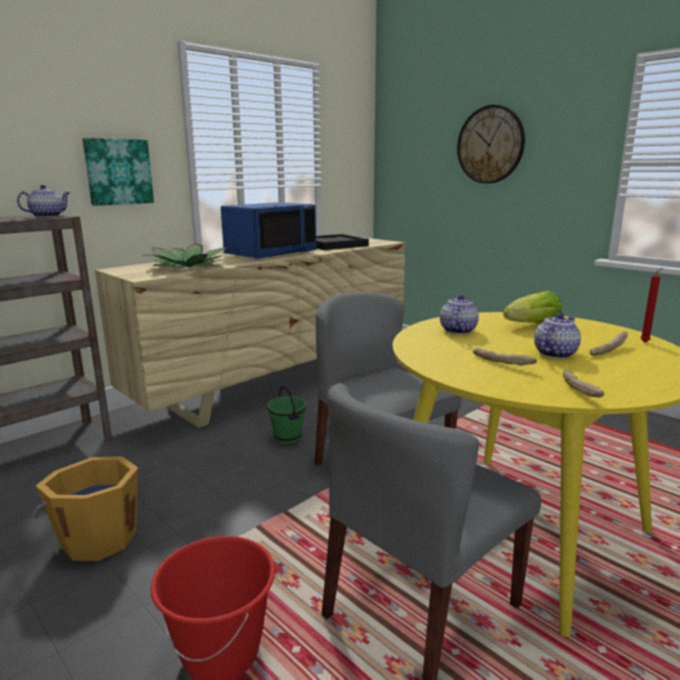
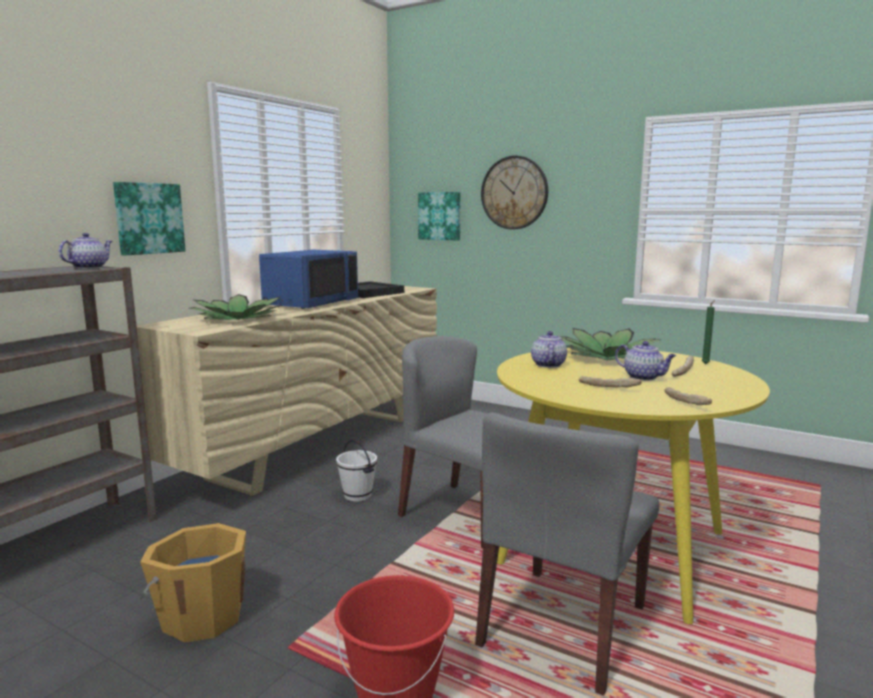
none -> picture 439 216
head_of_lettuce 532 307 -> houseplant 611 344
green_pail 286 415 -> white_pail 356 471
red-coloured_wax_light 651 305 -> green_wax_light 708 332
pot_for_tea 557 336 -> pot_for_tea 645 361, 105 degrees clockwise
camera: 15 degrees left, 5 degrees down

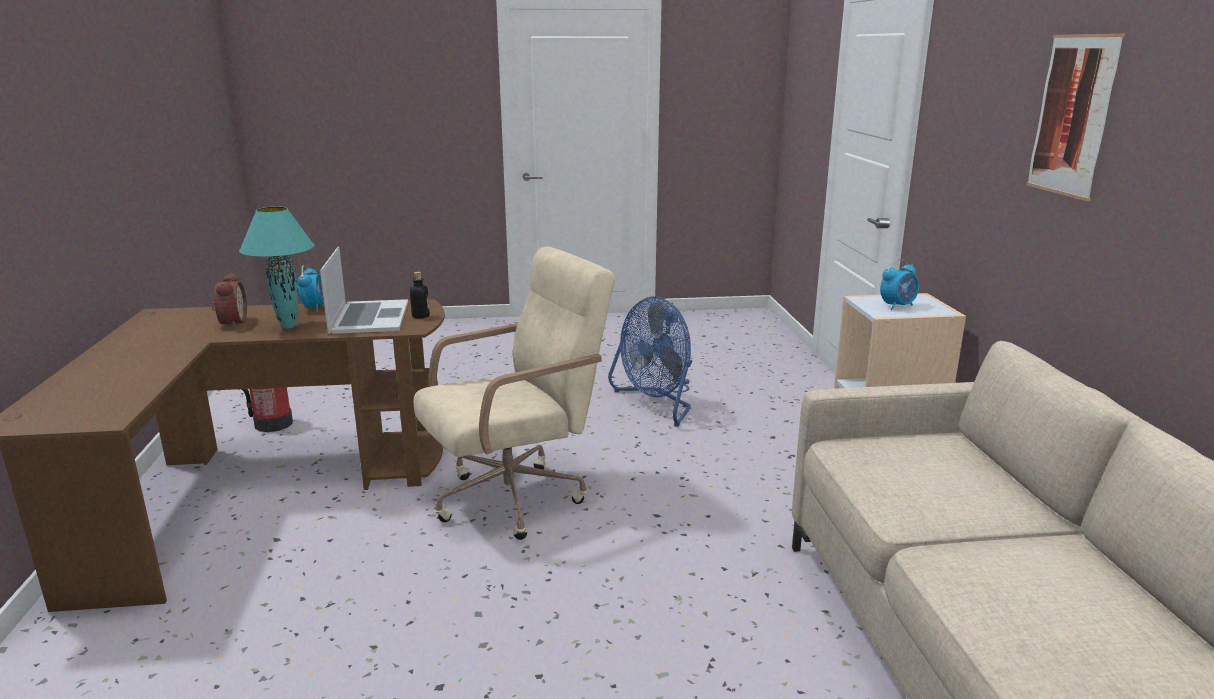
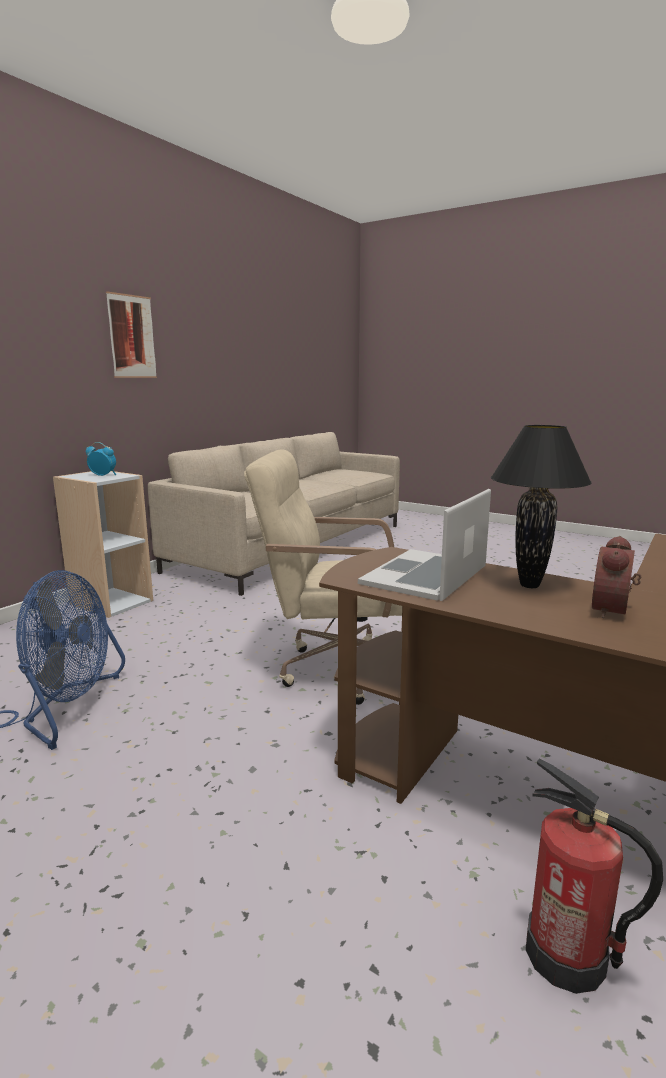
table_clock 310 288 -> none
beverage_bottle 420 295 -> none
turquoise_lamp_for_a_table 276 267 -> black_lamp_for_a_table 541 506
camera: 140 degrees left, 5 degrees down

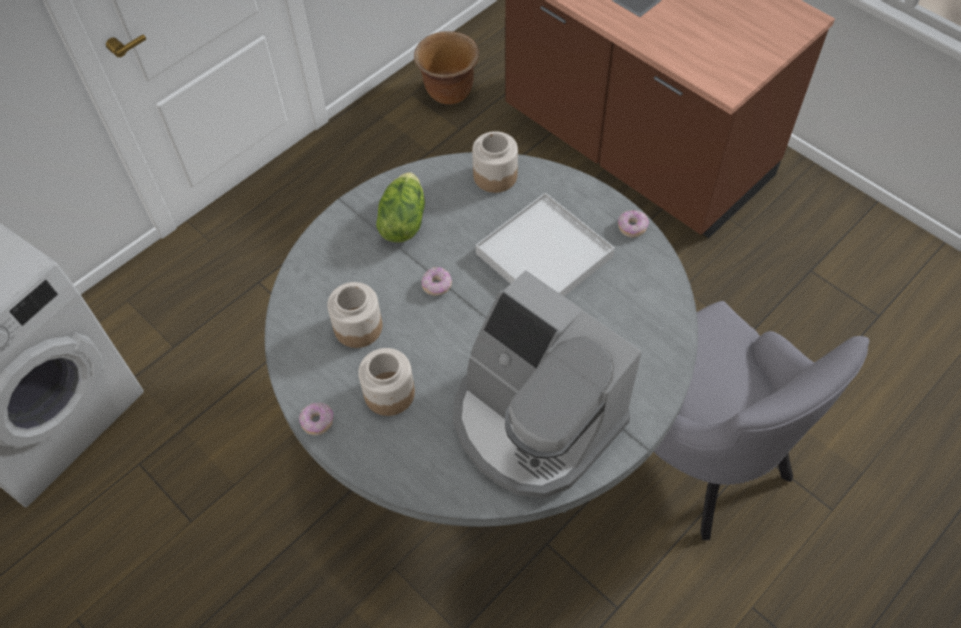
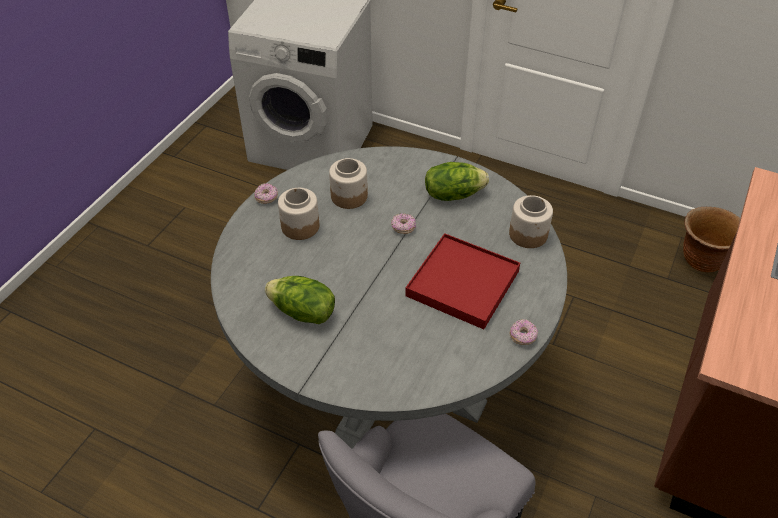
coffee_maker 547 384 -> head_of_lettuce 300 300
white_serving_tray 545 244 -> red-coloured_serving_tray 462 281
camera: 70 degrees right, 10 degrees down

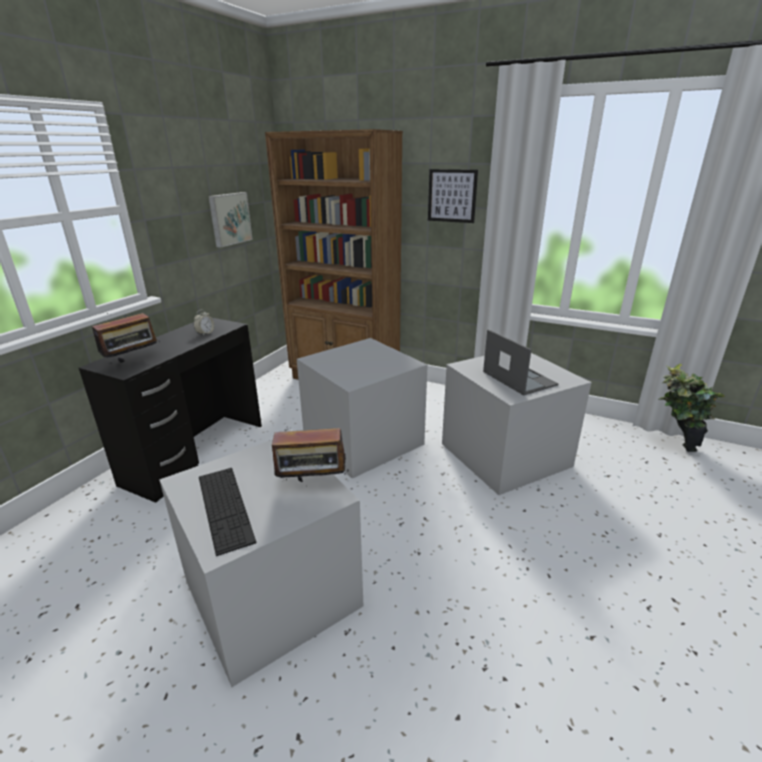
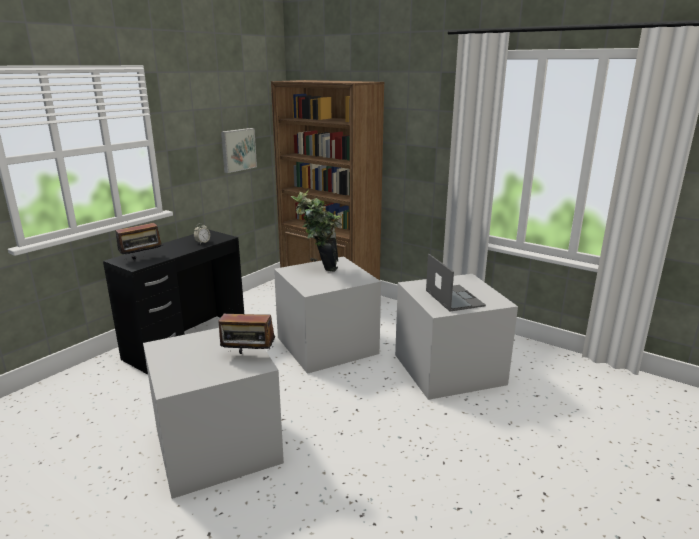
PC_keyboard 227 512 -> none
picture 453 196 -> none
houseplant 691 408 -> houseplant 317 231, relocated
camera: 10 degrees right, 5 degrees down

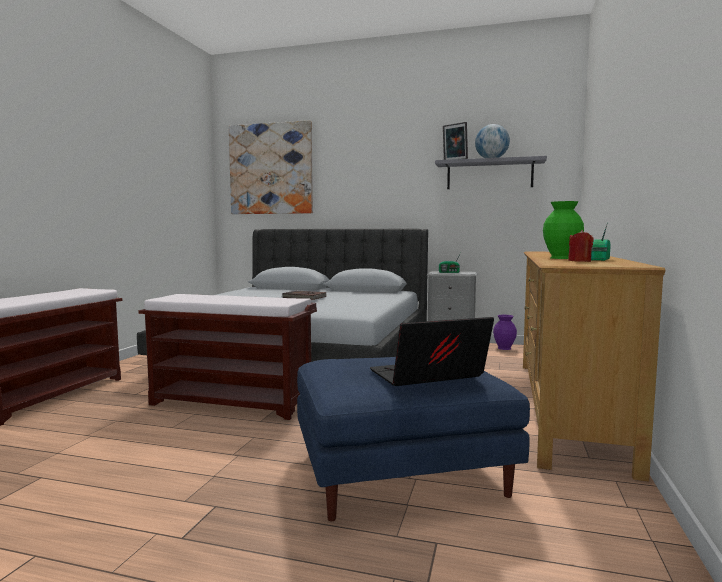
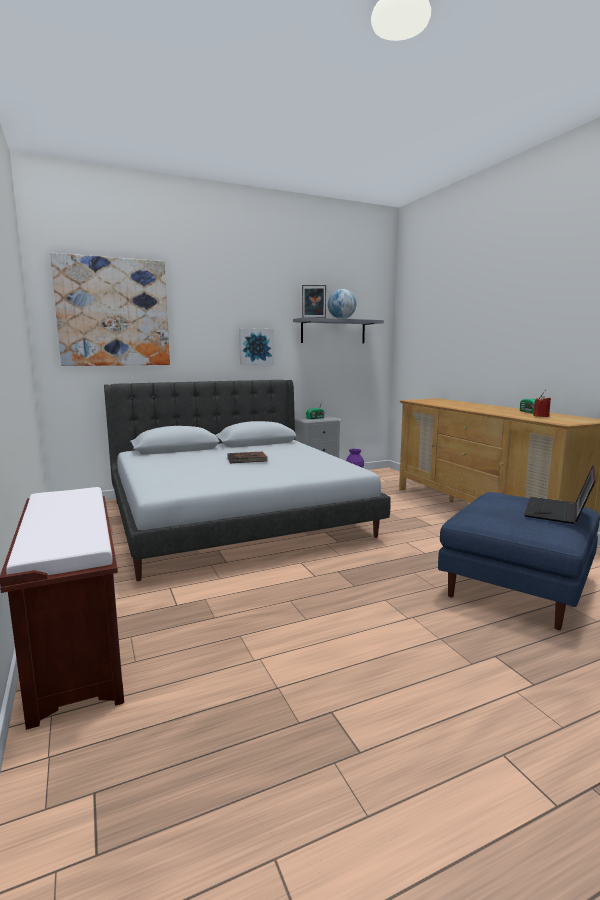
brownish_long_seat 227 357 -> none
green_decorative_vase 563 230 -> none
none -> picture 256 346
camera: 40 degrees left, 5 degrees up

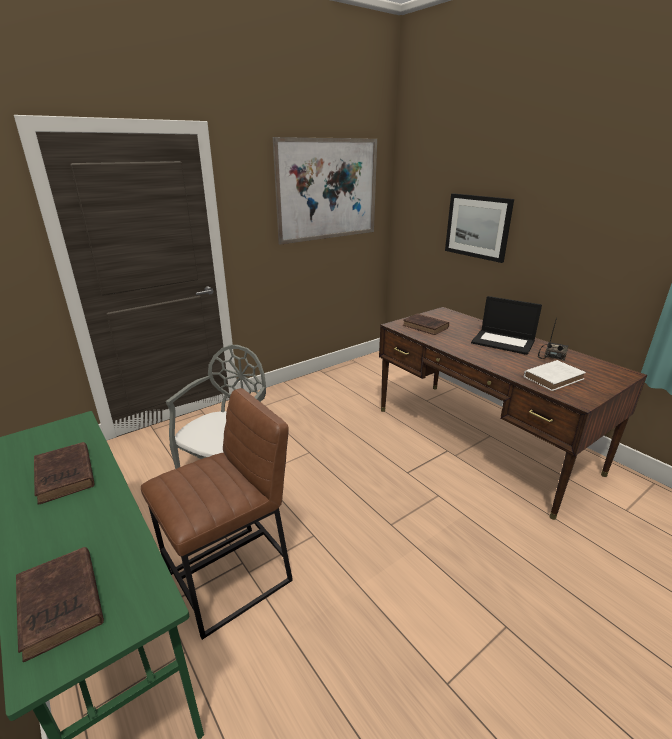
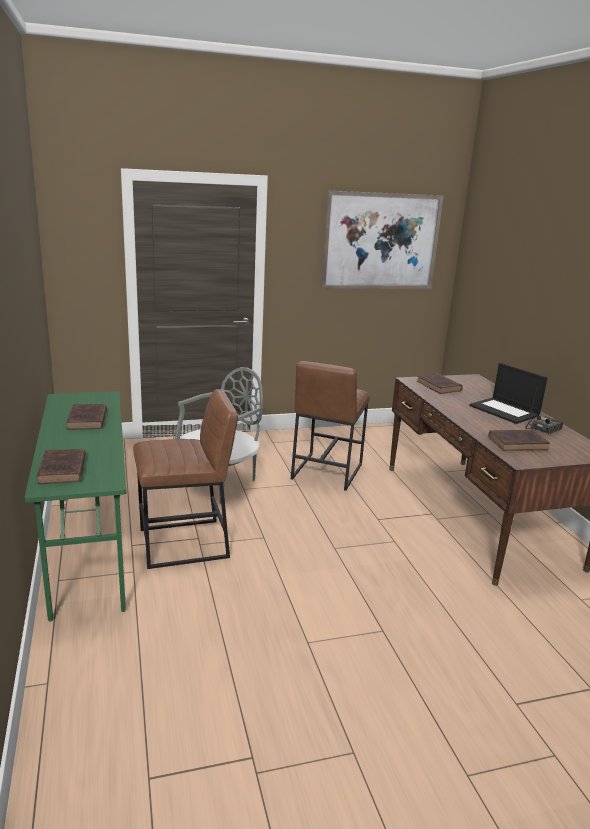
picture 479 228 -> none
none -> brownish_plain_chair 330 426
white_volume 555 375 -> brownish_volume 519 440
camera: 20 degrees right, 5 degrees down

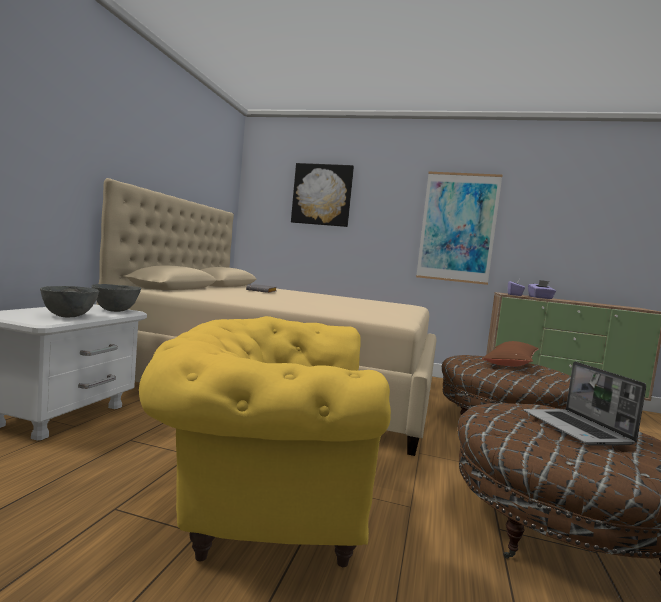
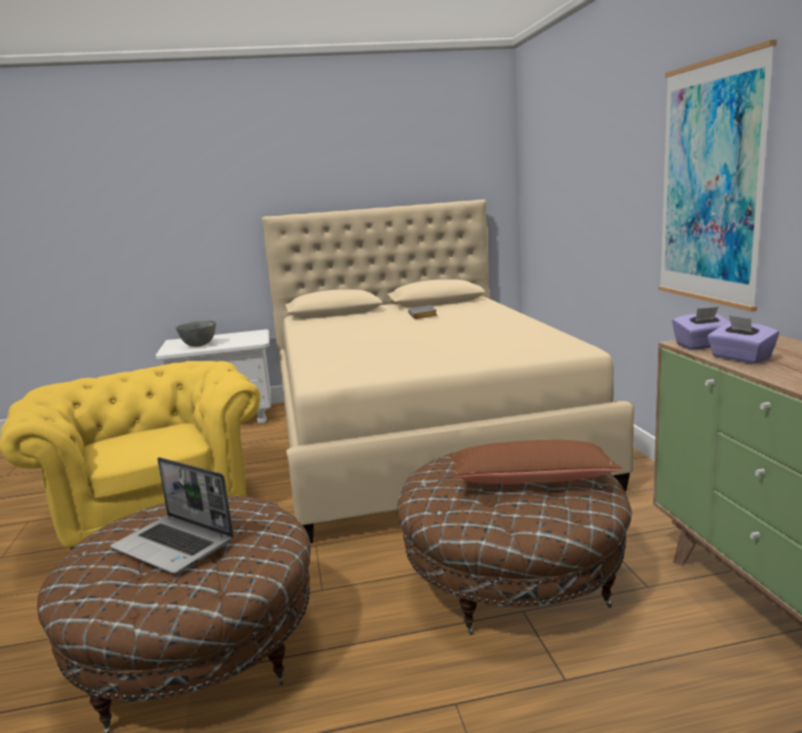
grey_bowl 116 298 -> none
picture 322 195 -> none
laptop 585 403 -> laptop 172 515, 105 degrees counterclockwise
camera: 65 degrees right, 10 degrees up

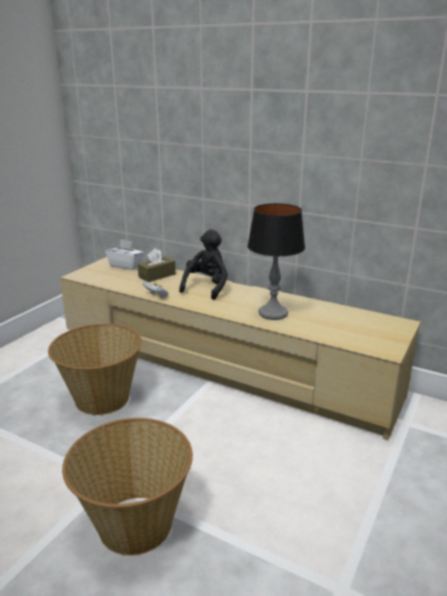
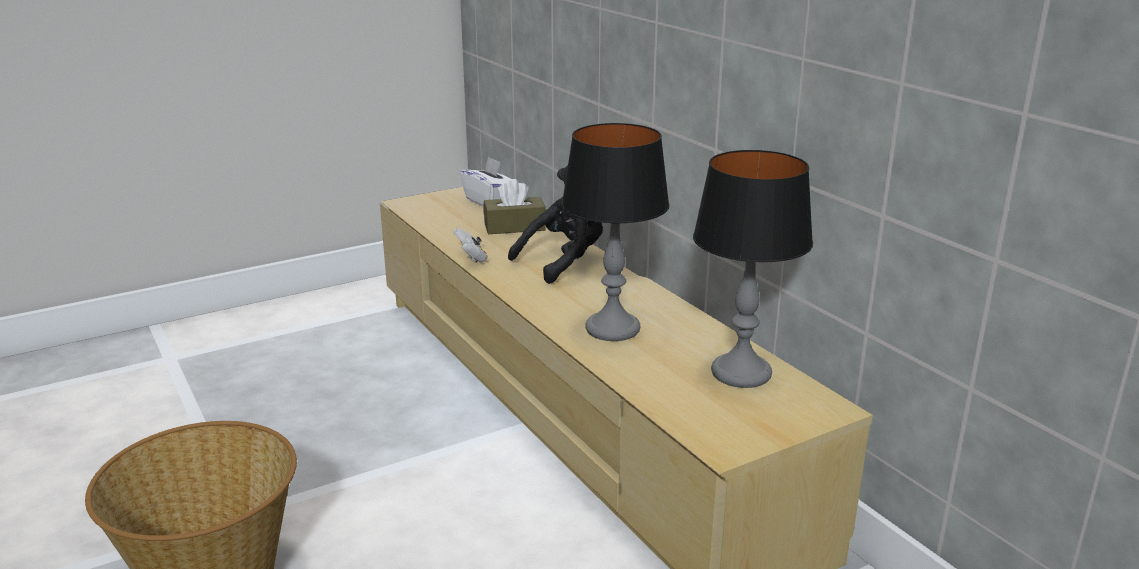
basket 95 369 -> none
none -> lamp_for_a_table 753 269
camera: 30 degrees right, 0 degrees up

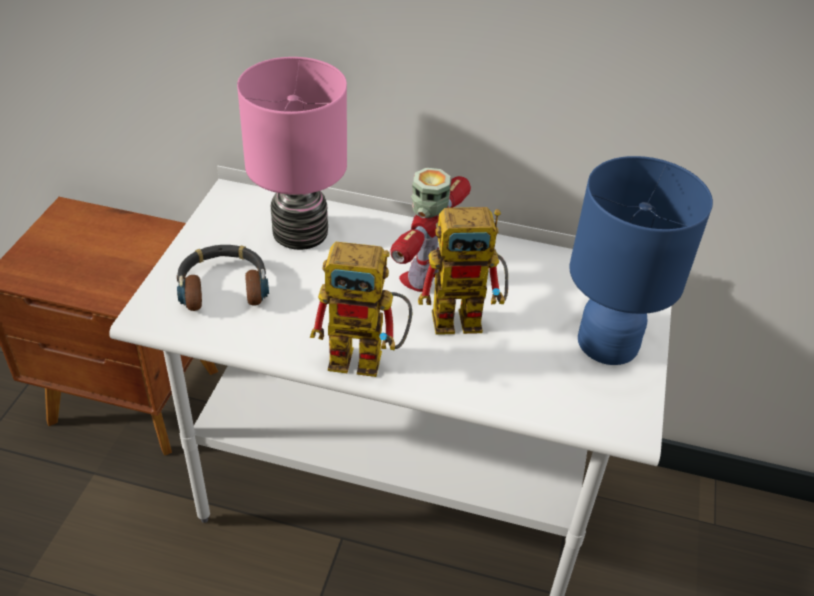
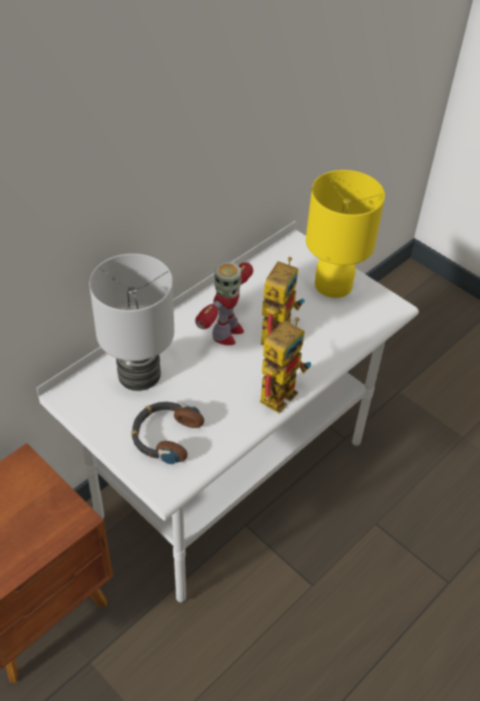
pink_lamp_for_a_table 292 153 -> grey_lamp_for_a_table 131 322
blue-coloured_lamp_for_a_table 641 260 -> yellow_lamp_for_a_table 345 234
robot_figure 430 230 -> robot_figure 224 303, 120 degrees counterclockwise
camera: 60 degrees left, 5 degrees up

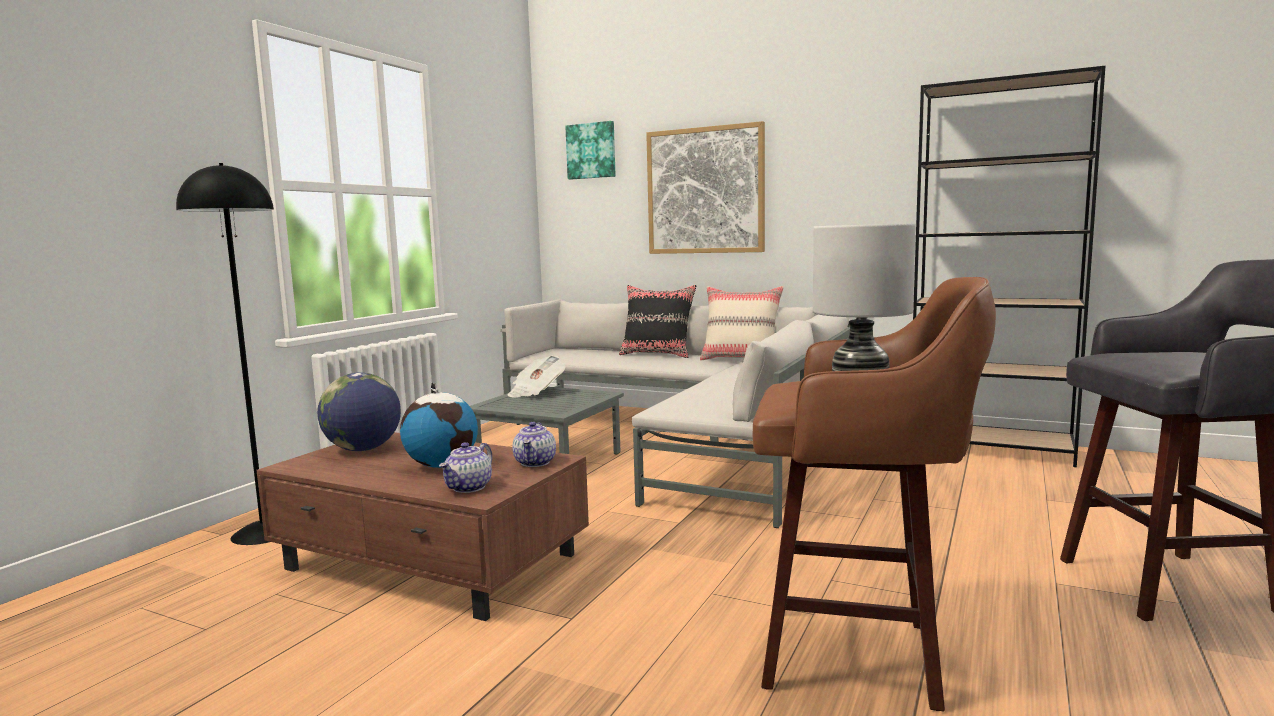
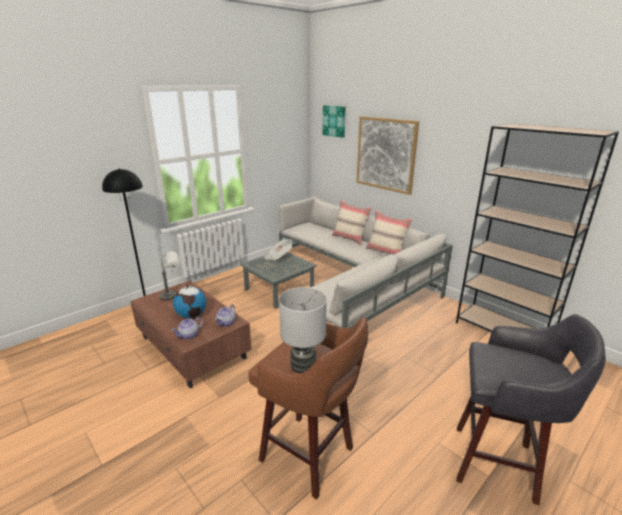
globe 359 411 -> grey_lamp_for_a_table 170 275
black_cushion 657 321 -> beige_cushion 352 222
camera: 20 degrees right, 15 degrees up

